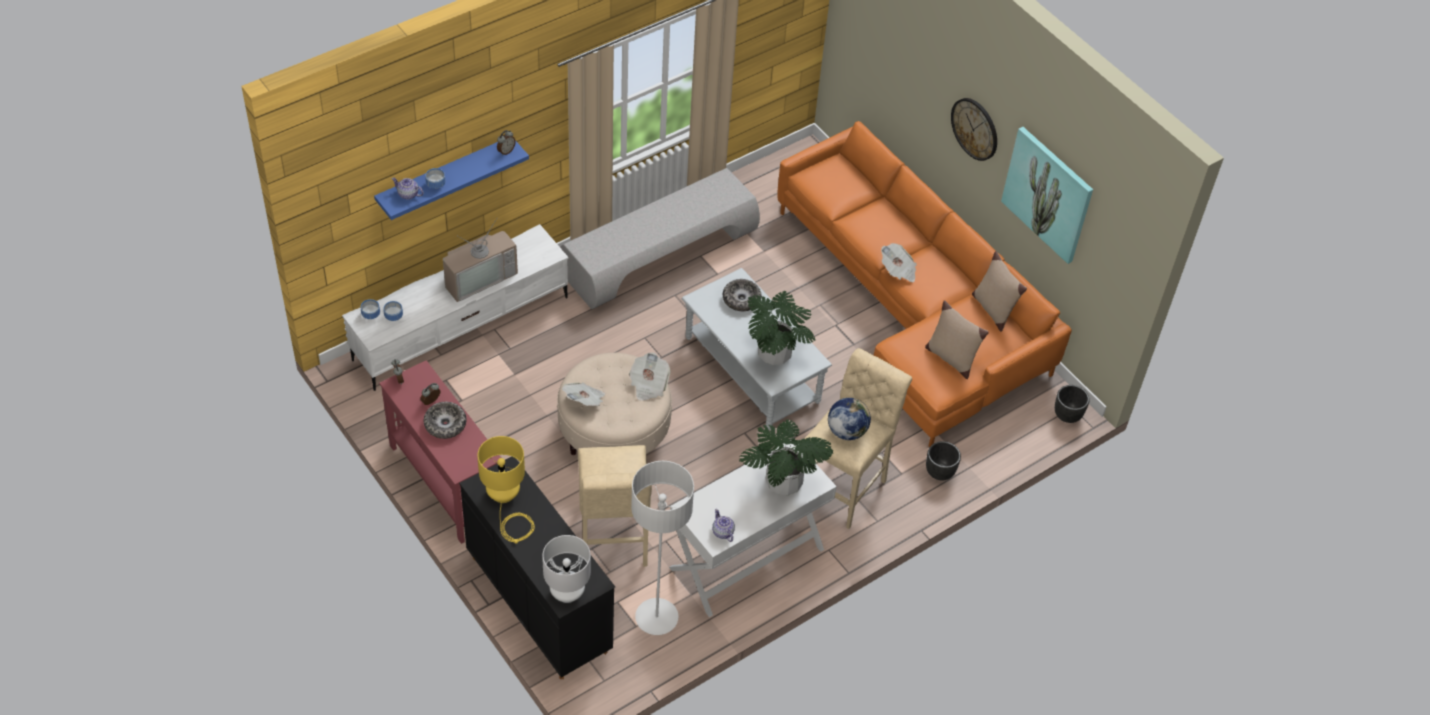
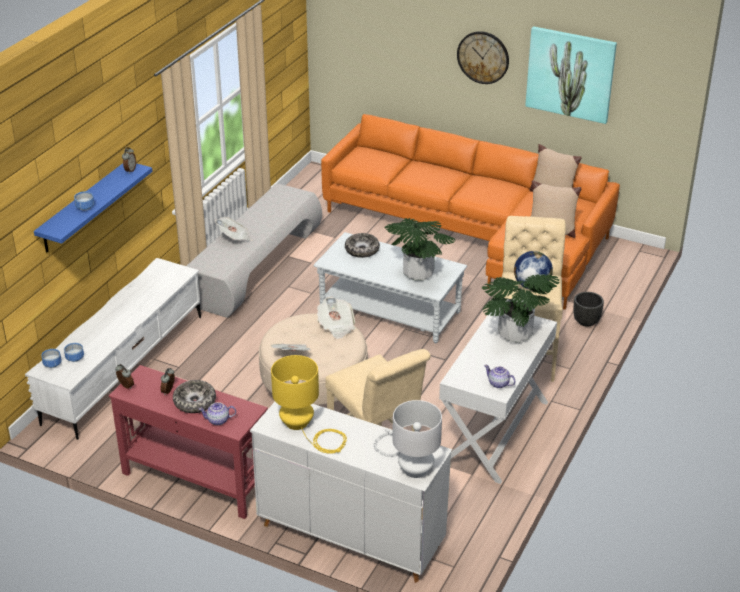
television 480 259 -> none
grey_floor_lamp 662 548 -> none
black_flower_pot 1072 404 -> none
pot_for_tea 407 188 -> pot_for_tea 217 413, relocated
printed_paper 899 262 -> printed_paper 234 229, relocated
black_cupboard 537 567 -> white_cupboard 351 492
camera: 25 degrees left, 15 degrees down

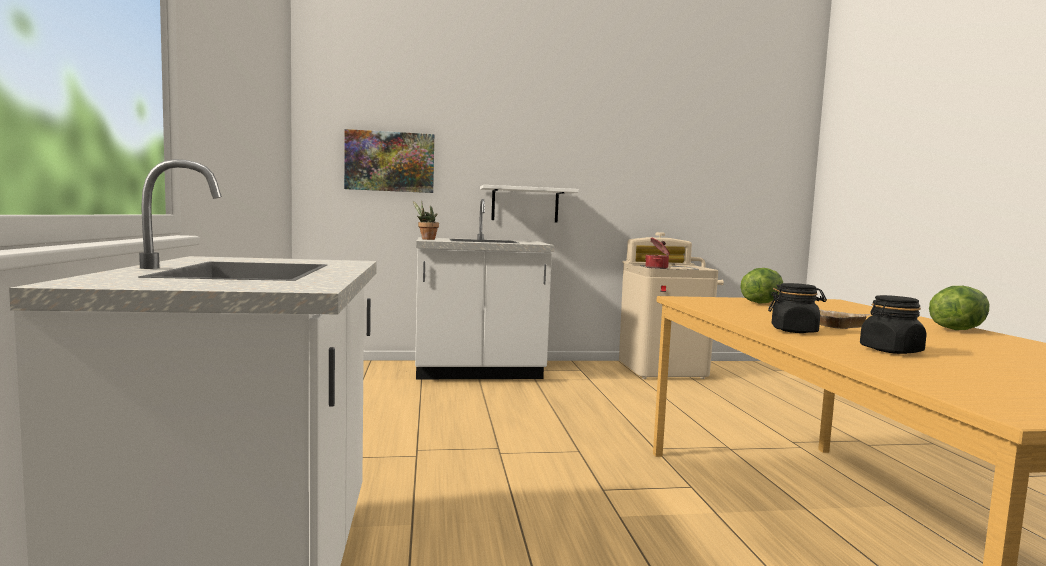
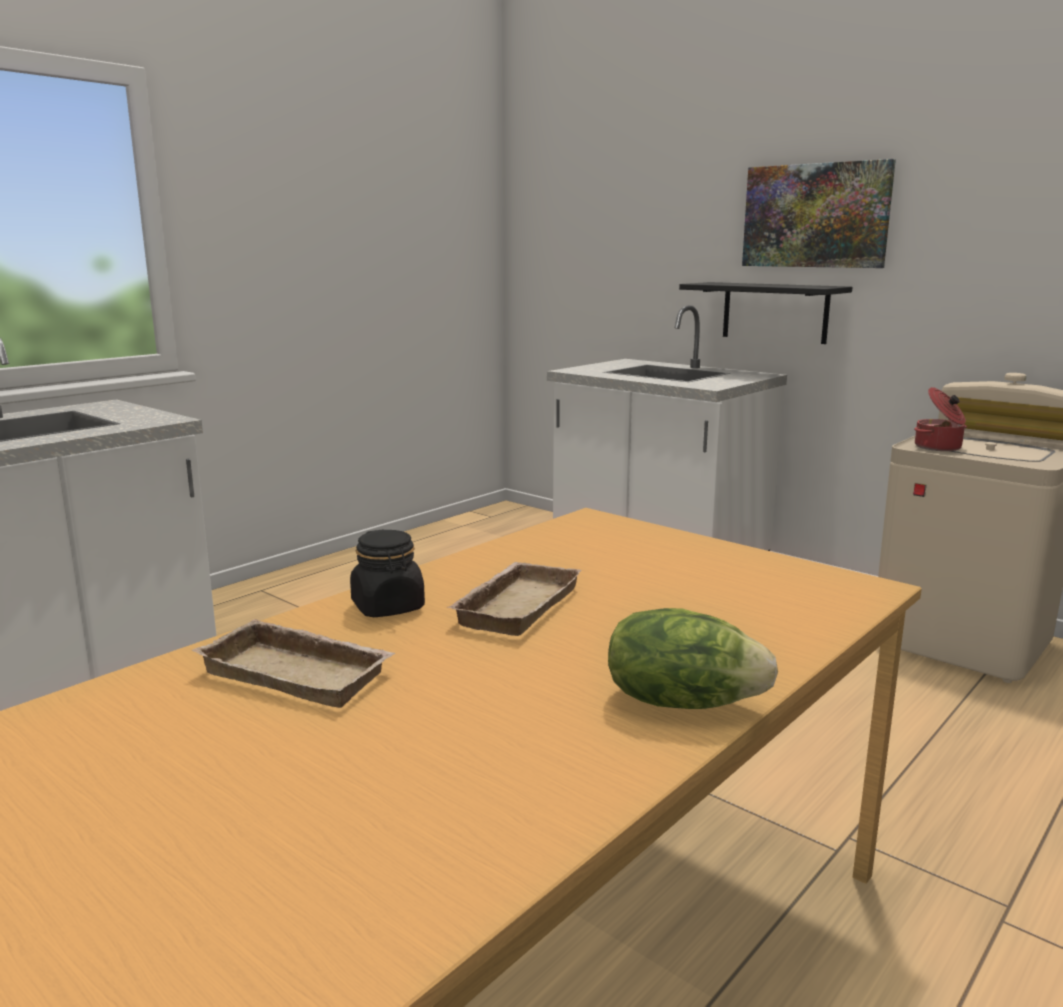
houseplant 426 220 -> none
head_of_lettuce 761 286 -> none
picture 389 161 -> picture 819 213, relocated
black_storage_jar 893 324 -> beige_serving_tray 293 663
white_bracket_shelf 529 204 -> black_bracket_shelf 765 313
camera: 50 degrees right, 10 degrees up

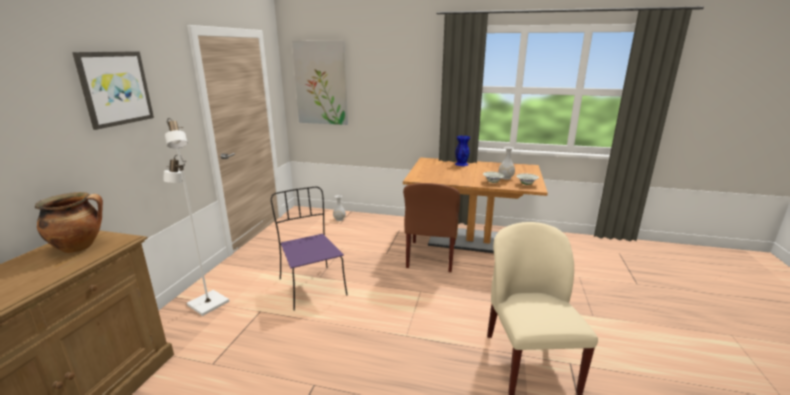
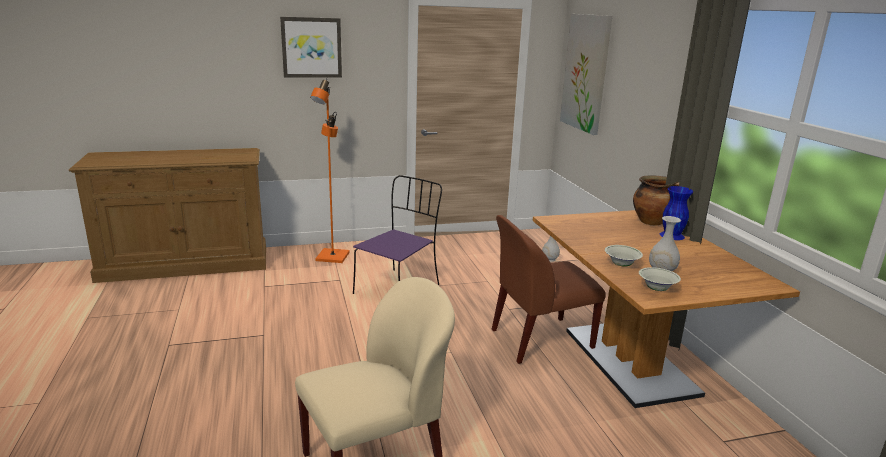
cooking_pot 69 222 -> cooking_pot 656 200, relocated
white_floor_lamp 196 217 -> orangey_floor_lamp 330 170
camera: 60 degrees right, 0 degrees up

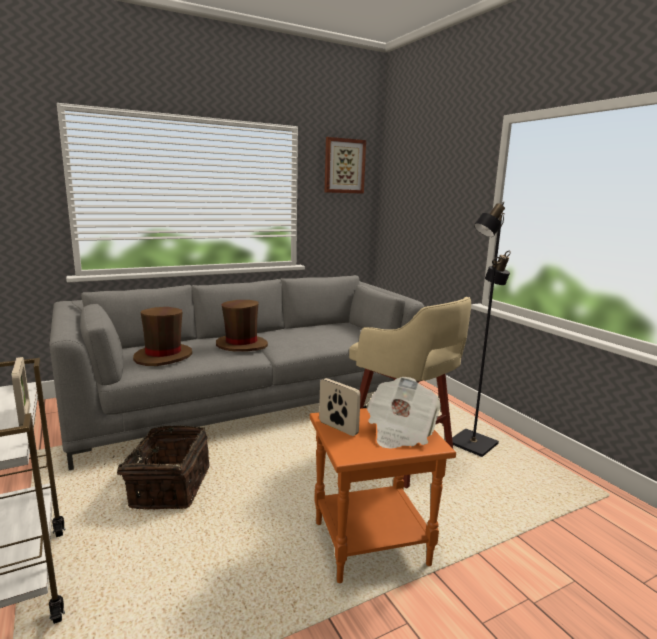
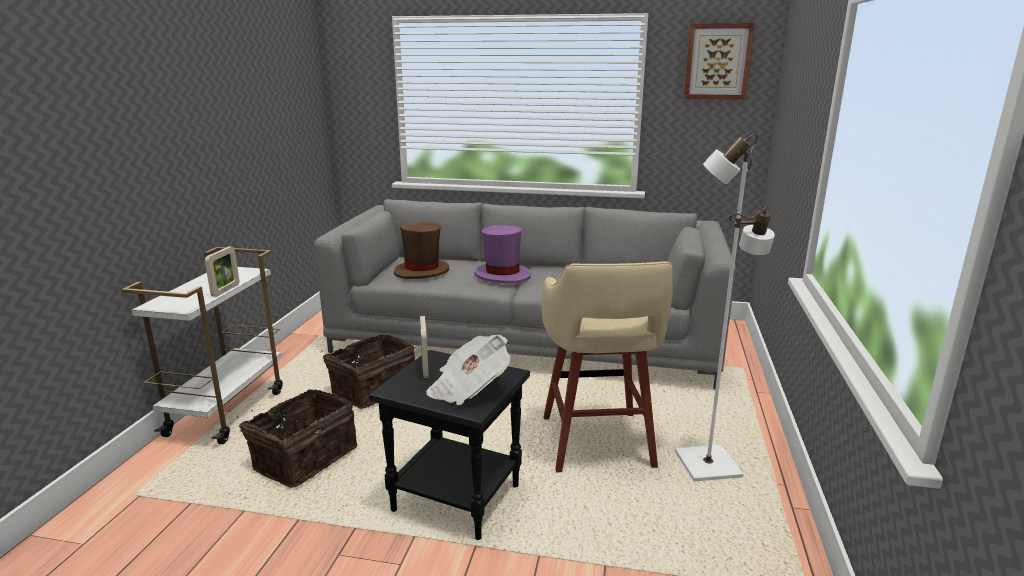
none -> basket 296 438
brownish_clothing_hat 242 326 -> purple_clothing_hat 503 254
orangey_end_table 383 495 -> black_end_table 449 445
black_floor_lamp 481 329 -> white_floor_lamp 725 307
camera: 40 degrees right, 5 degrees up

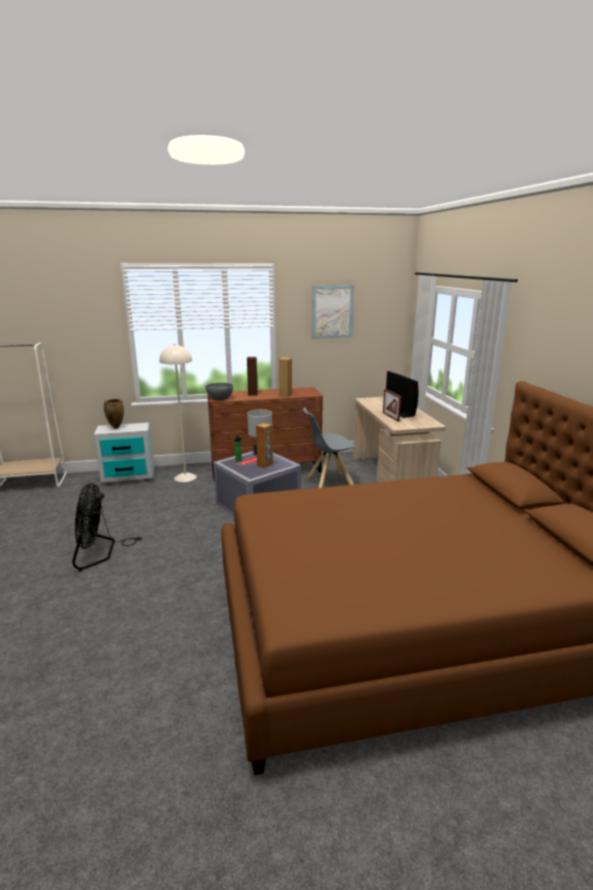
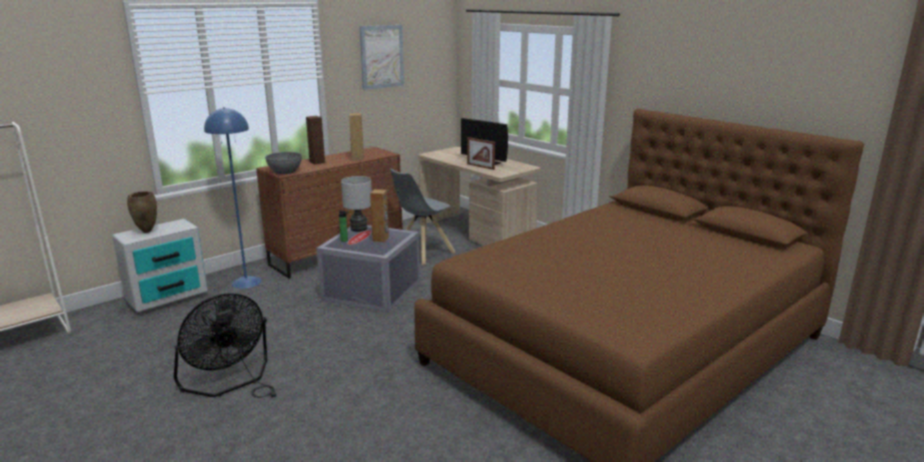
beige_floor_lamp 178 413 -> blue-coloured_floor_lamp 232 198
black_fan 107 527 -> black_fan 225 345, 90 degrees clockwise
camera: 30 degrees left, 0 degrees up

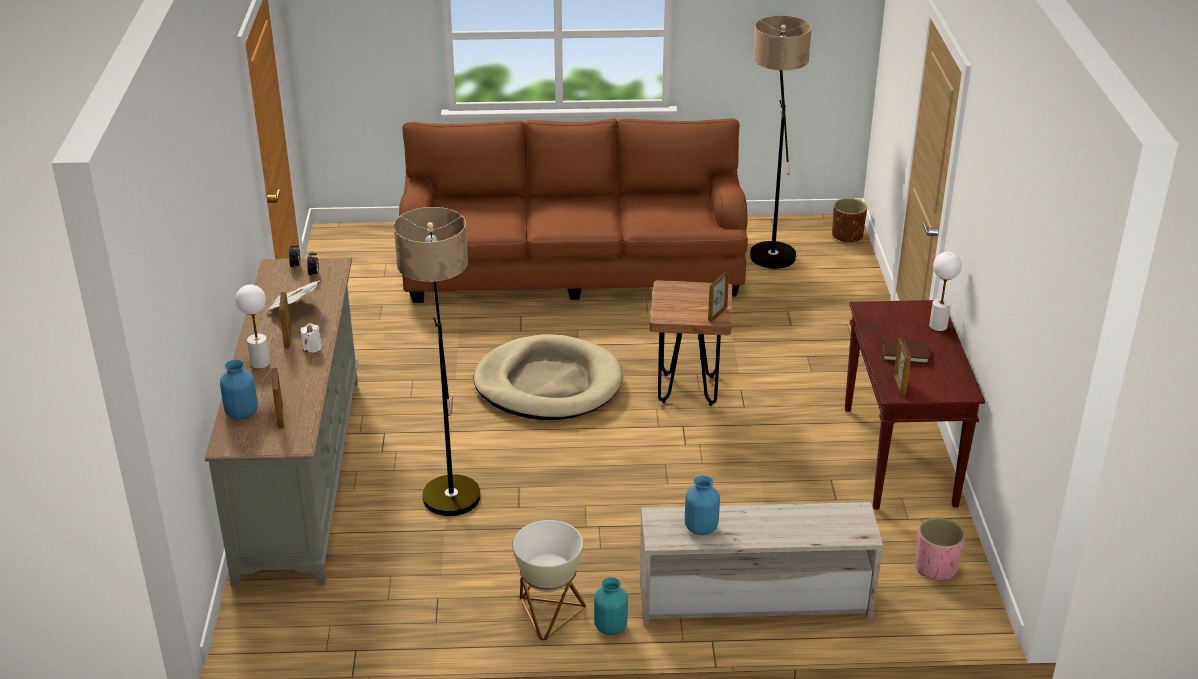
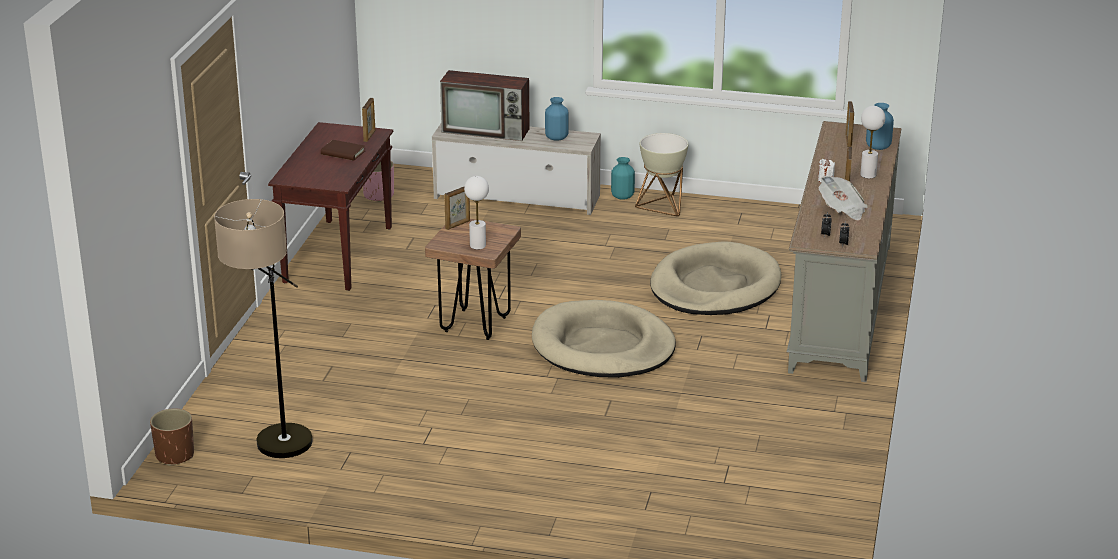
brownish_sofa 573 210 -> none
none -> television 485 105
white_lamp_for_a_table 945 291 -> white_lamp_for_a_table 476 213, relocated
floor_lamp 436 361 -> beige_dog_bed 715 278
camera: 165 degrees left, 5 degrees down

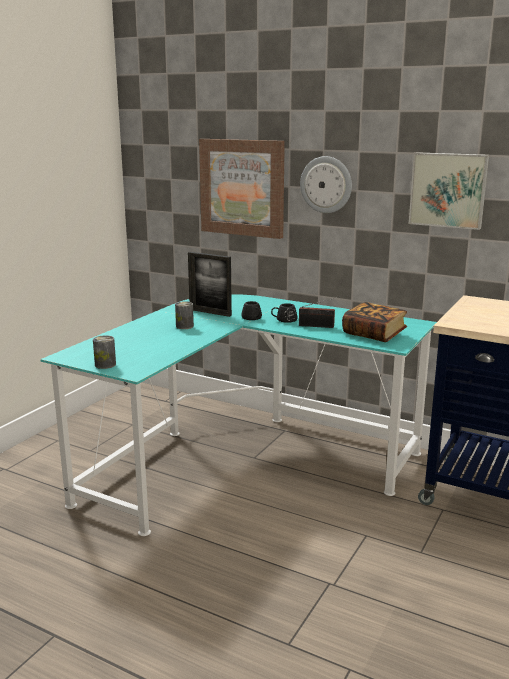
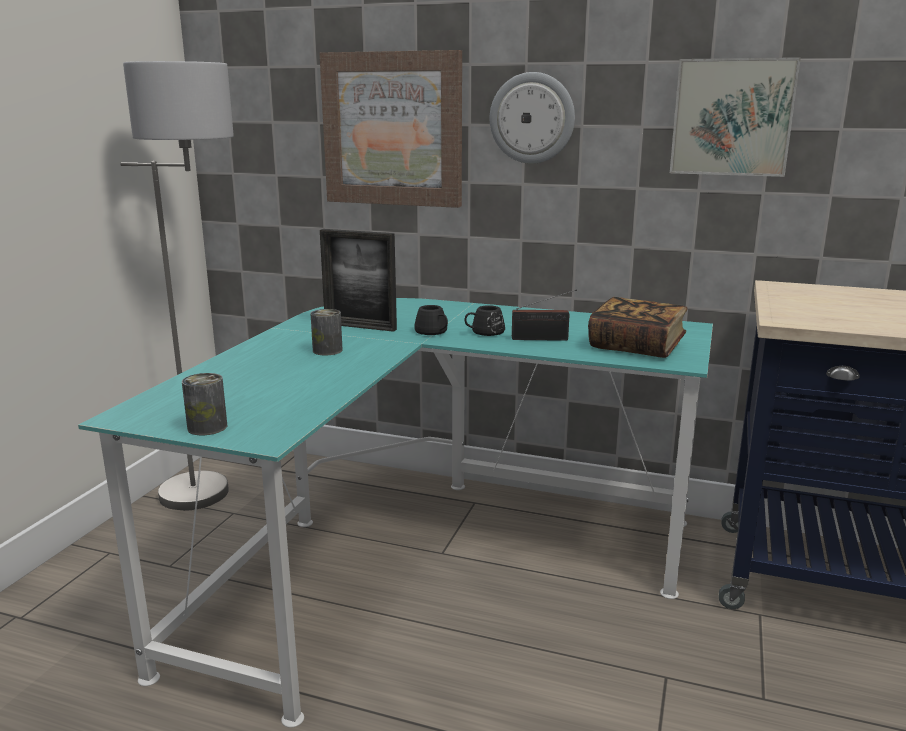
none -> grey_floor_lamp 177 286
camera: 10 degrees left, 0 degrees up

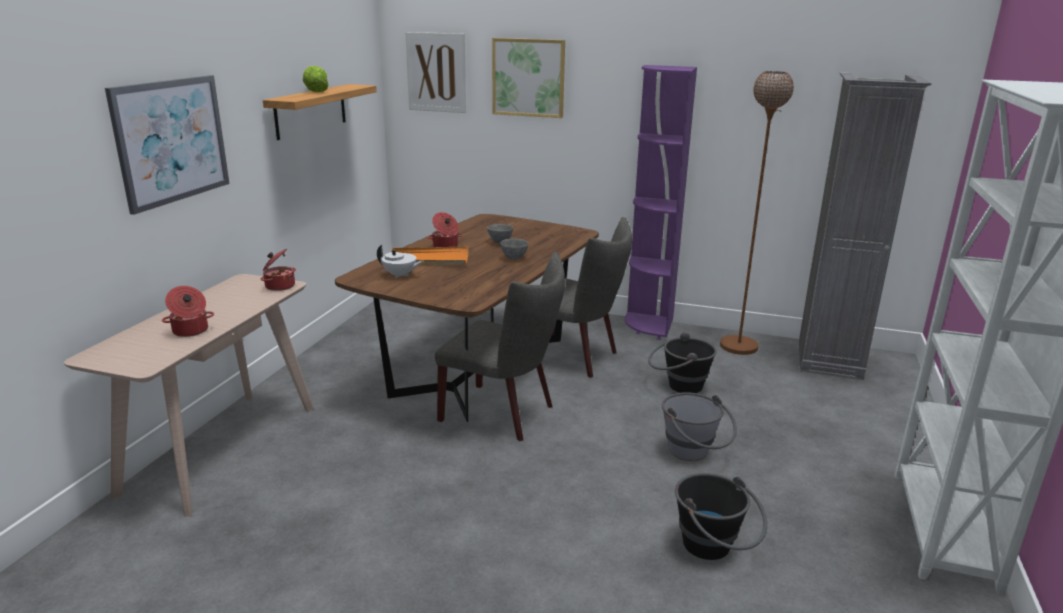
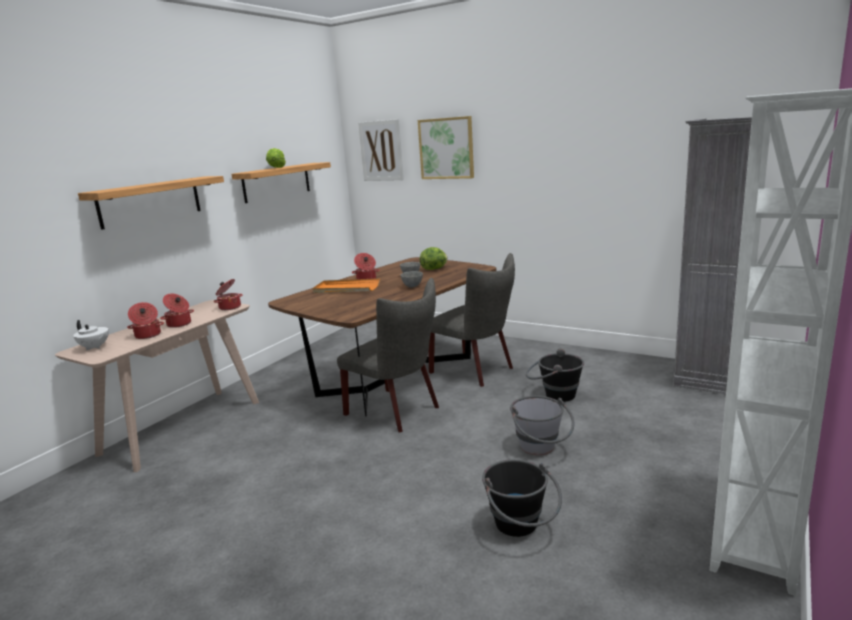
purple_shelving_unit 661 202 -> none
brownish_floor_lamp 757 213 -> none
none -> cooking_pot 177 310
none -> head_of_lettuce 434 258
white_pot_for_tea 400 261 -> white_pot_for_tea 91 335, relocated
picture 167 145 -> bracket_shelf 151 203
camera: 15 degrees right, 5 degrees down

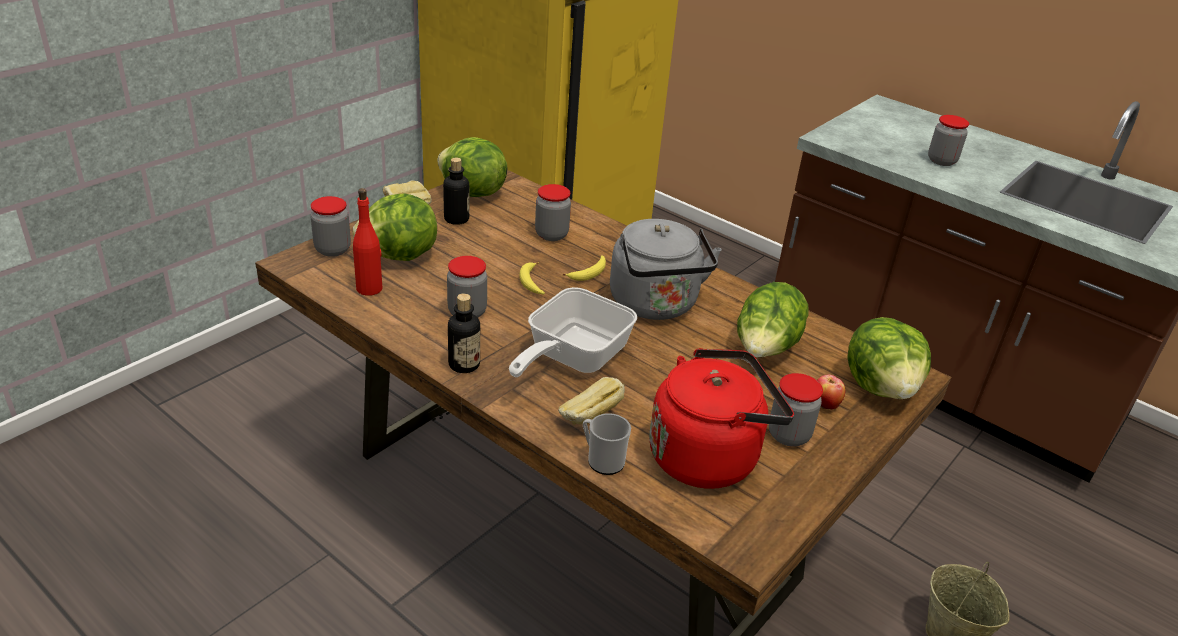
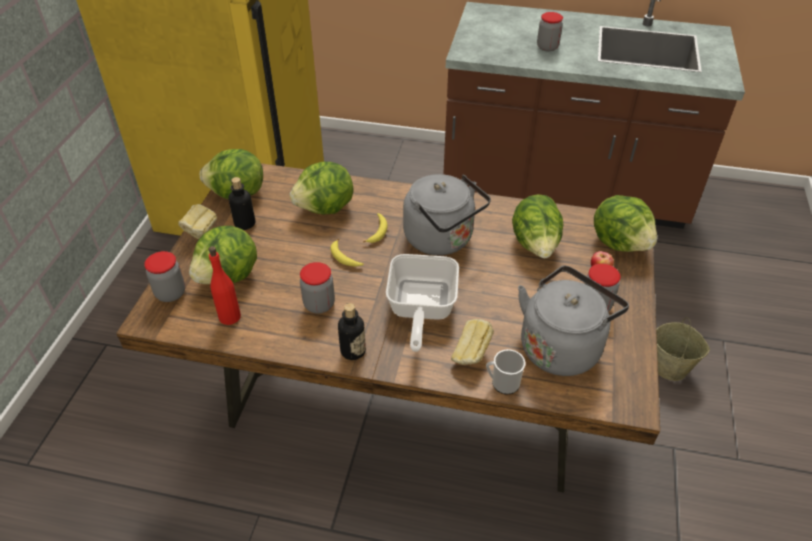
storage_jar 553 212 -> head_of_lettuce 321 188
red-coloured_kettle 721 418 -> grey_kettle 573 320
camera: 25 degrees left, 10 degrees up

